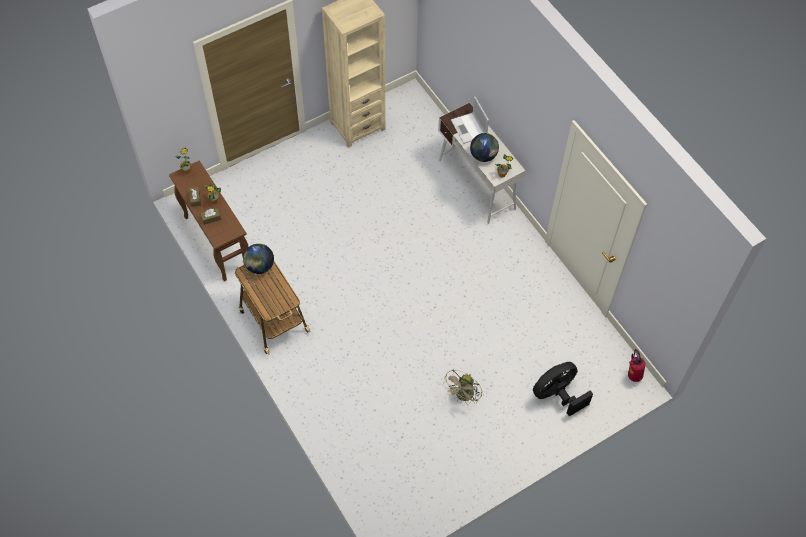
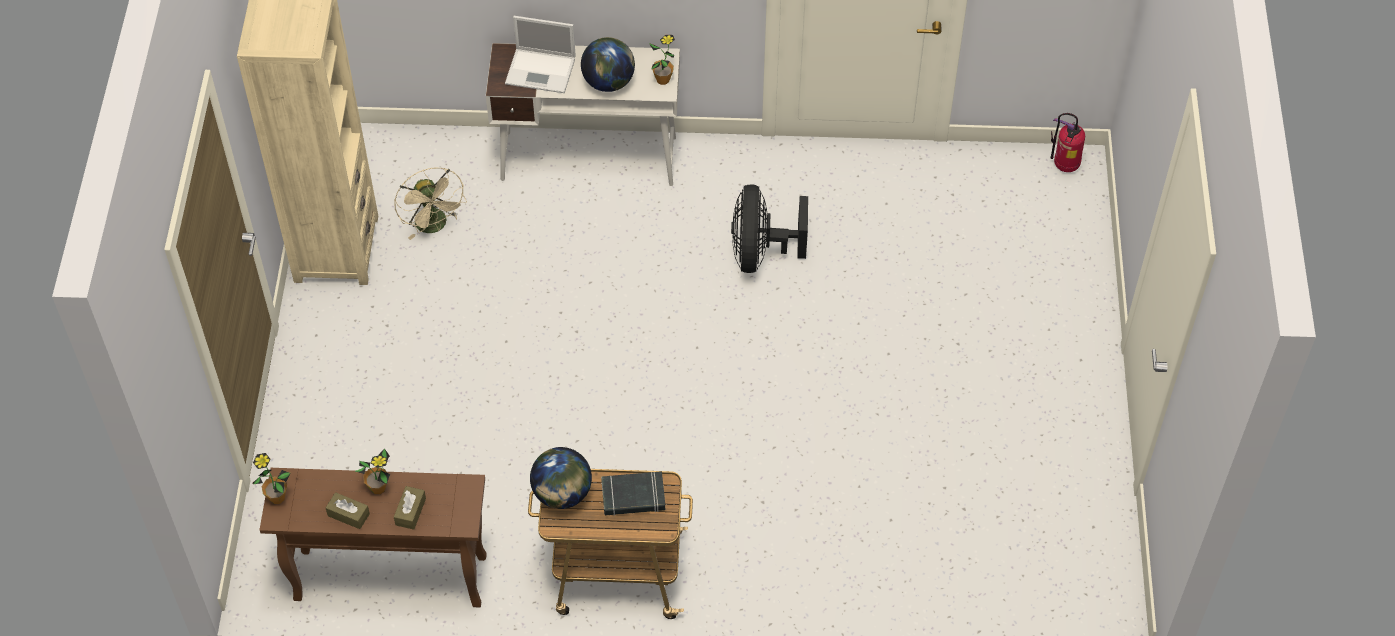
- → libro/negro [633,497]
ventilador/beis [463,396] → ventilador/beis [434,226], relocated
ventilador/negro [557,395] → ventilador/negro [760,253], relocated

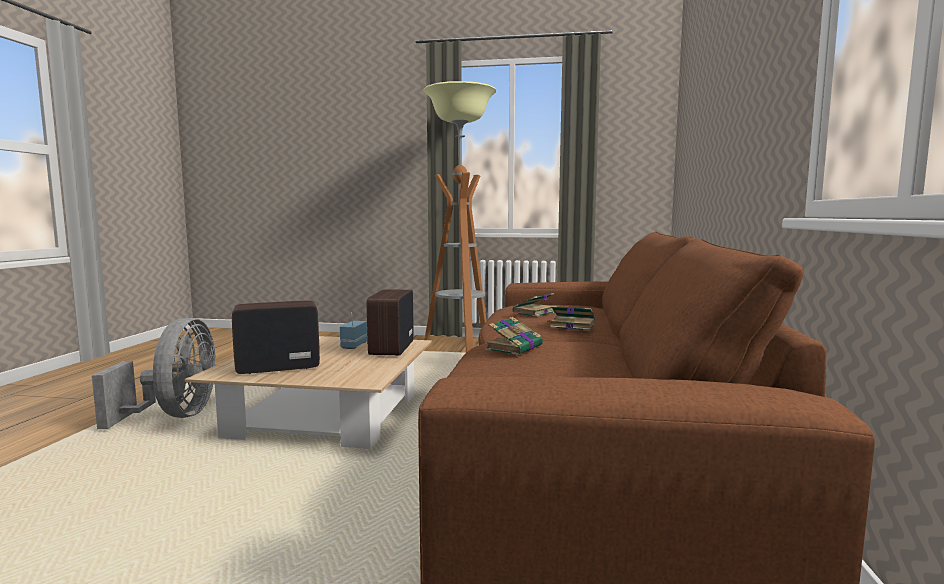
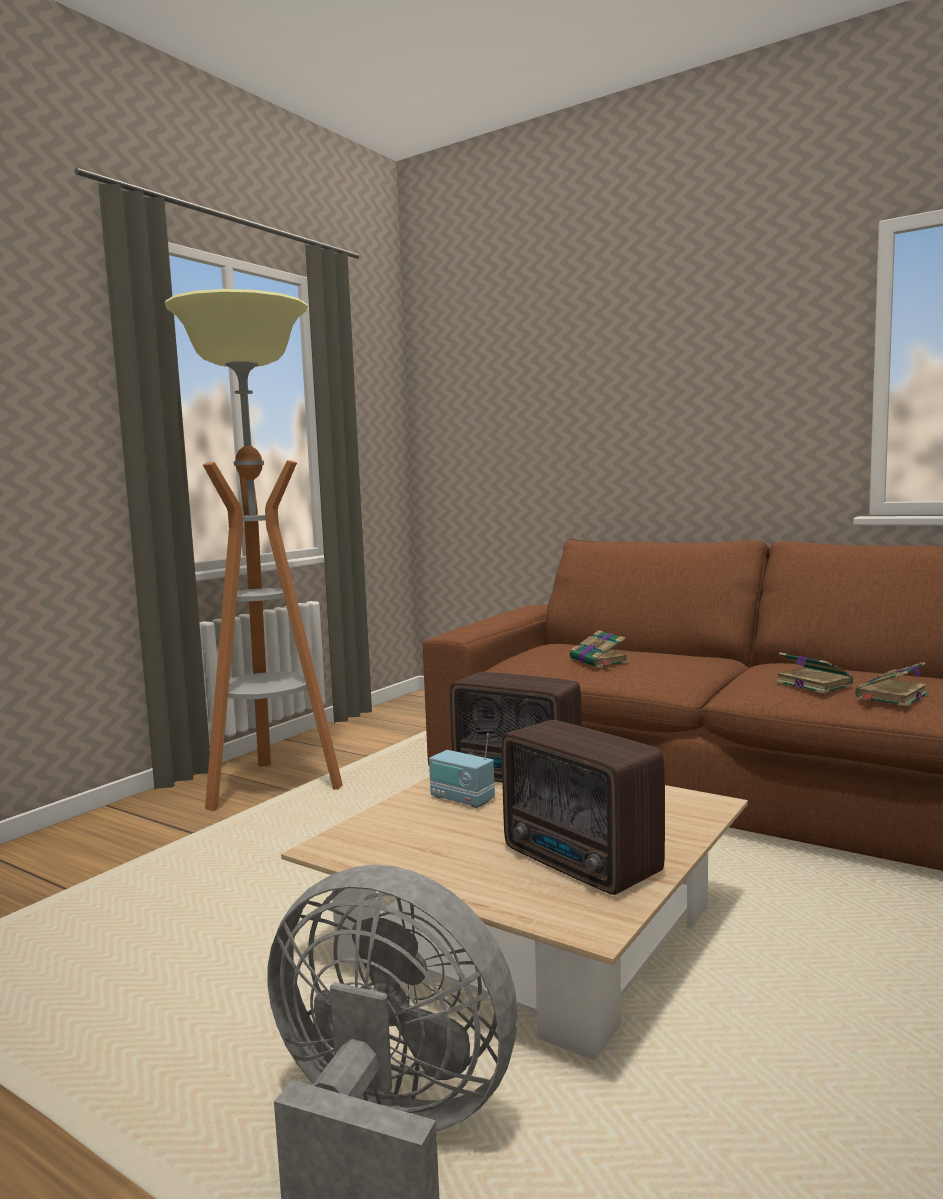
libro [571,326] → libro [891,696], relocated
radio [276,368] → radio [581,865], 45 degrees counterclockwise

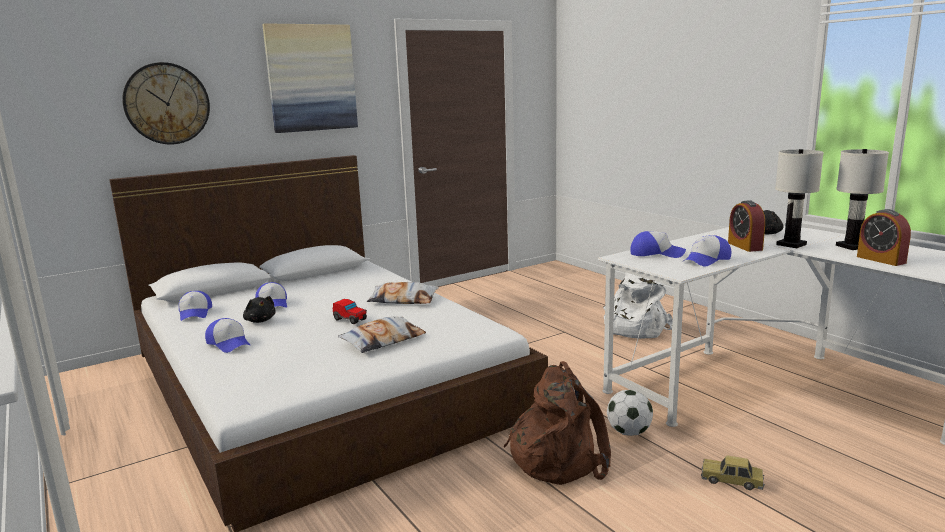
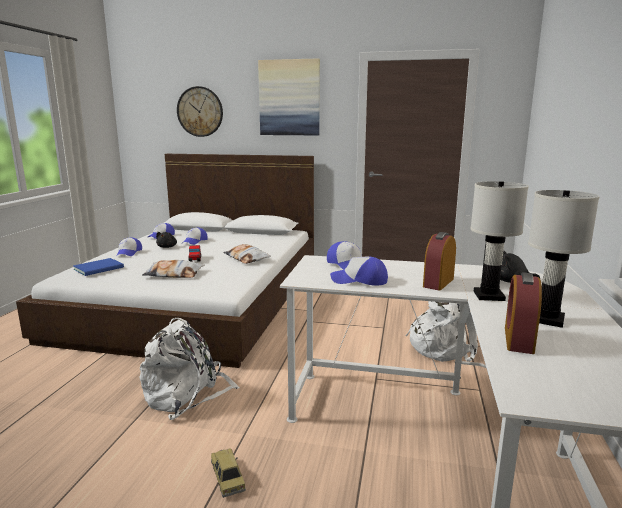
balón de fútbol [628,432] → -
- → libro/azul [100,268]
mochila/marrón [558,457] → mochila/blanco [187,394]

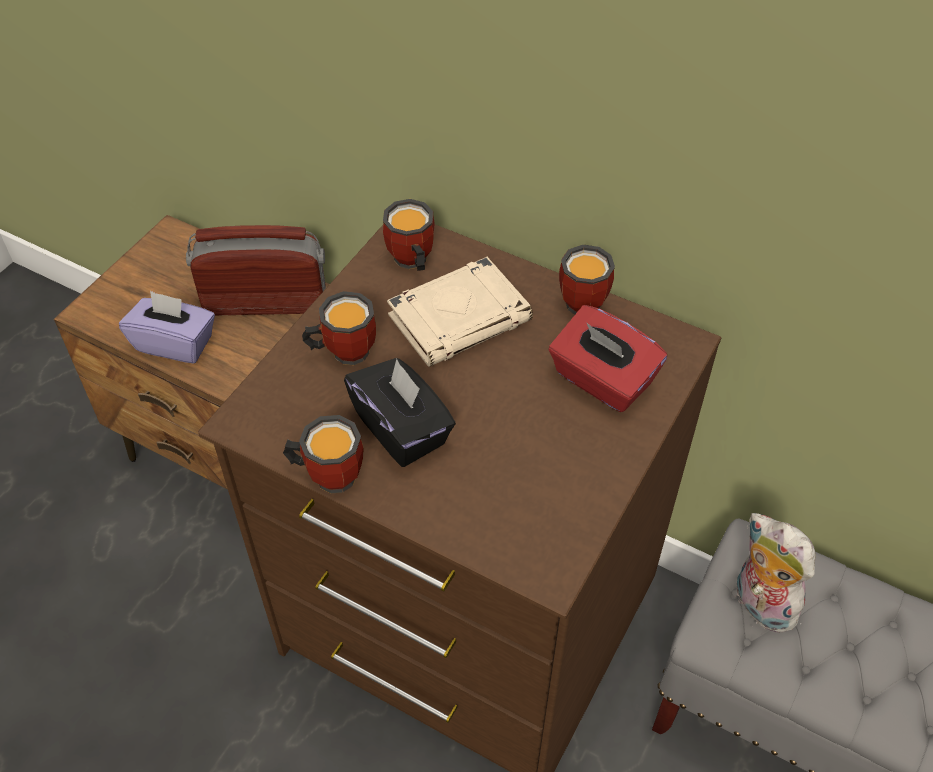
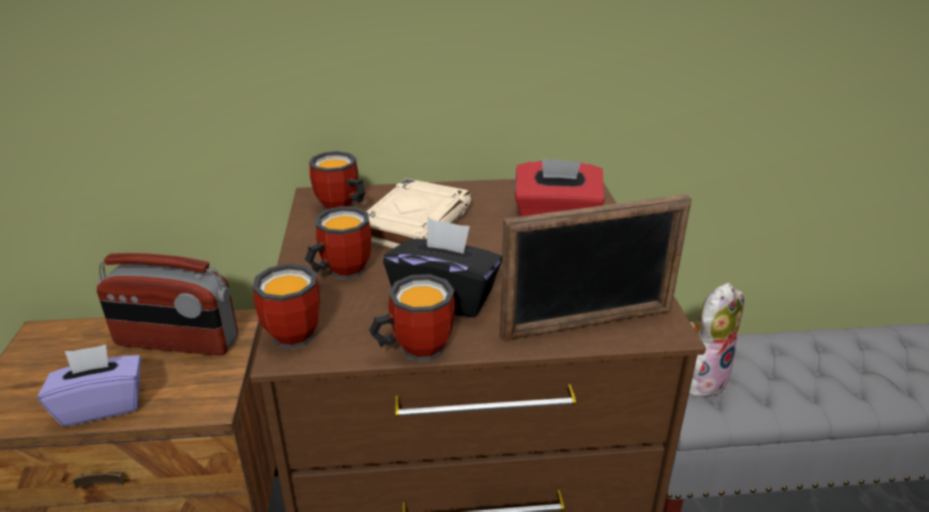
- → portarretratos [587,324]
taza grande [586,298] → taza grande [294,330], relocated
radio [265,302] → radio [177,342], 135 degrees counterclockwise
peluche [759,604] → peluche [701,378], 120 degrees clockwise

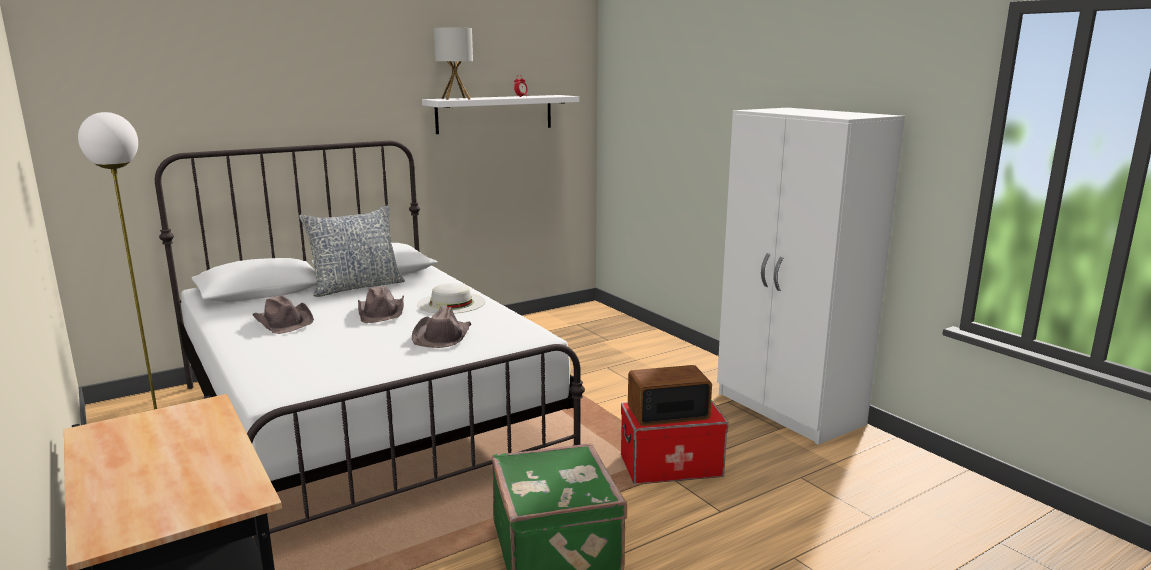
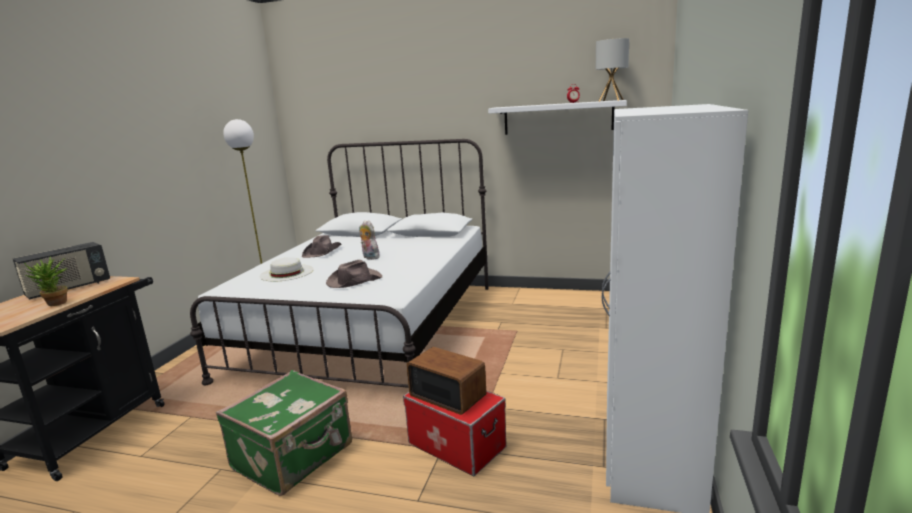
cojín [356,287] → -
- → radio [68,289]
- → planta en maceta [56,304]
sombrero/blanco [451,303] → sombrero/blanco [286,273], relocated
lámpara de mesa [455,99] → lámpara de mesa [610,100], relocated
sombrero/marrón [382,312] → peluche [369,257]

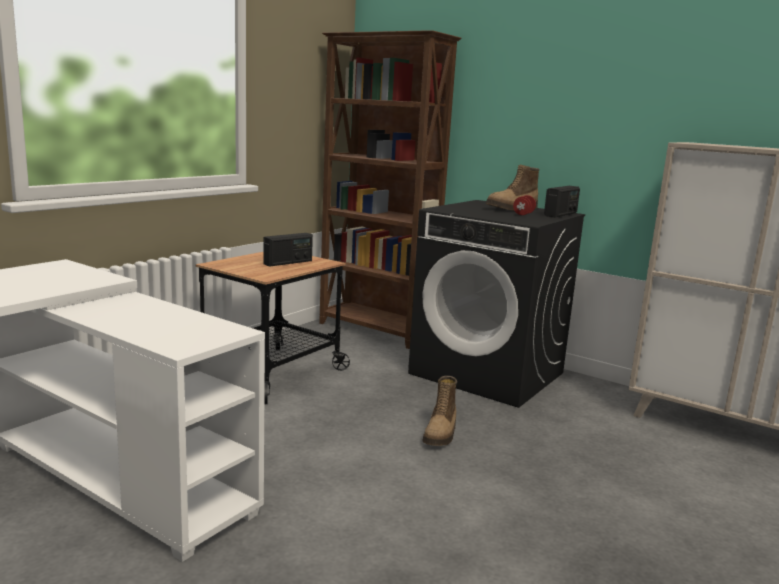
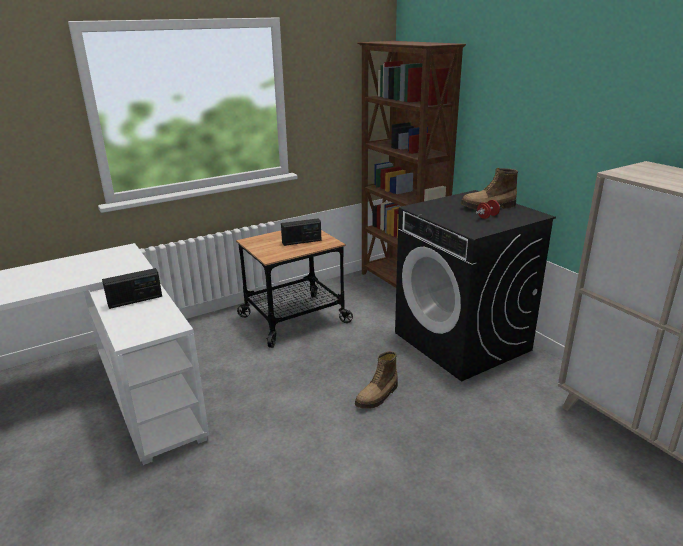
radio [561,214] → radio [135,300], relocated

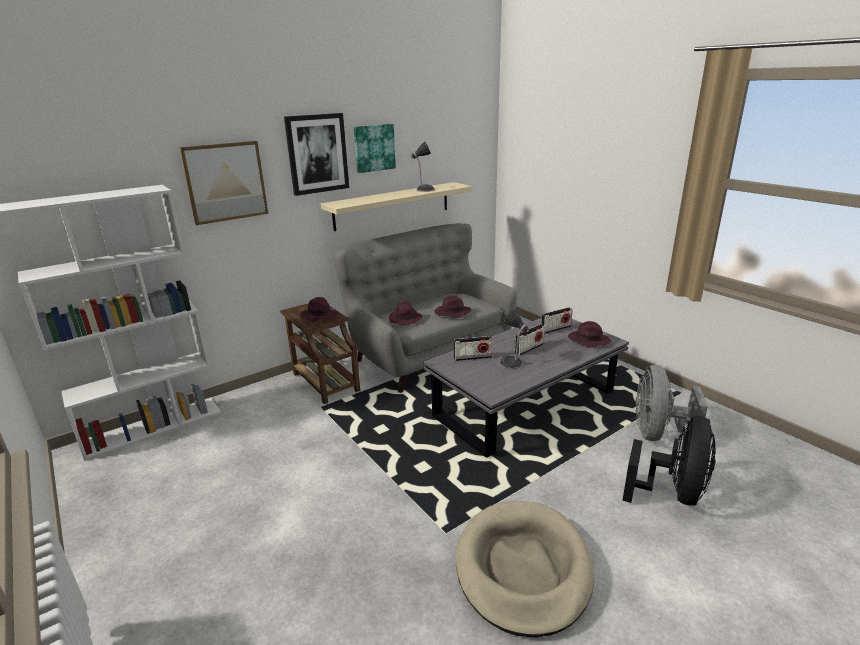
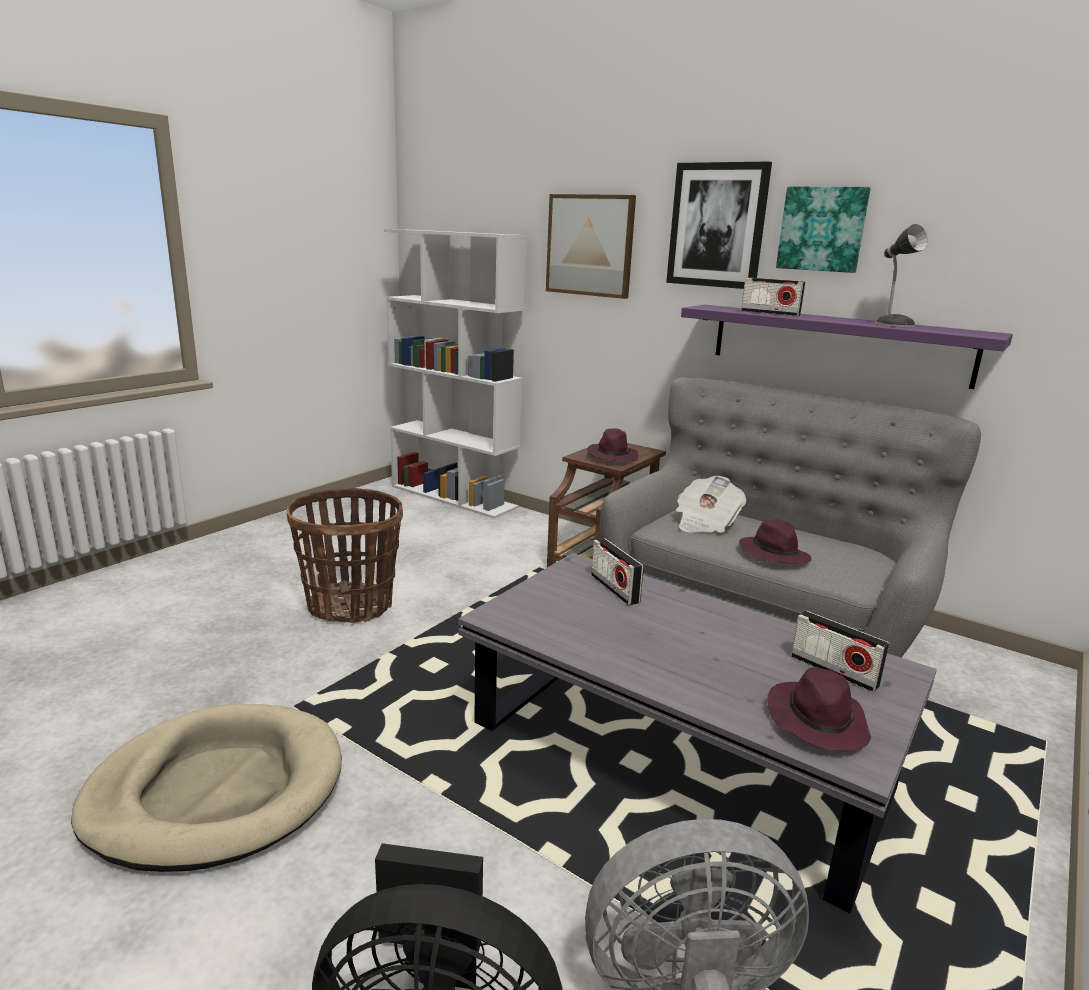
lámpara de mesa [512,364] → -
- → cesta [350,605]
radio [529,348] → radio [770,313], relocated
sombrero/morado [405,319] → periódico [705,523]
estante/beis [393,205] → estante/morado [838,344]

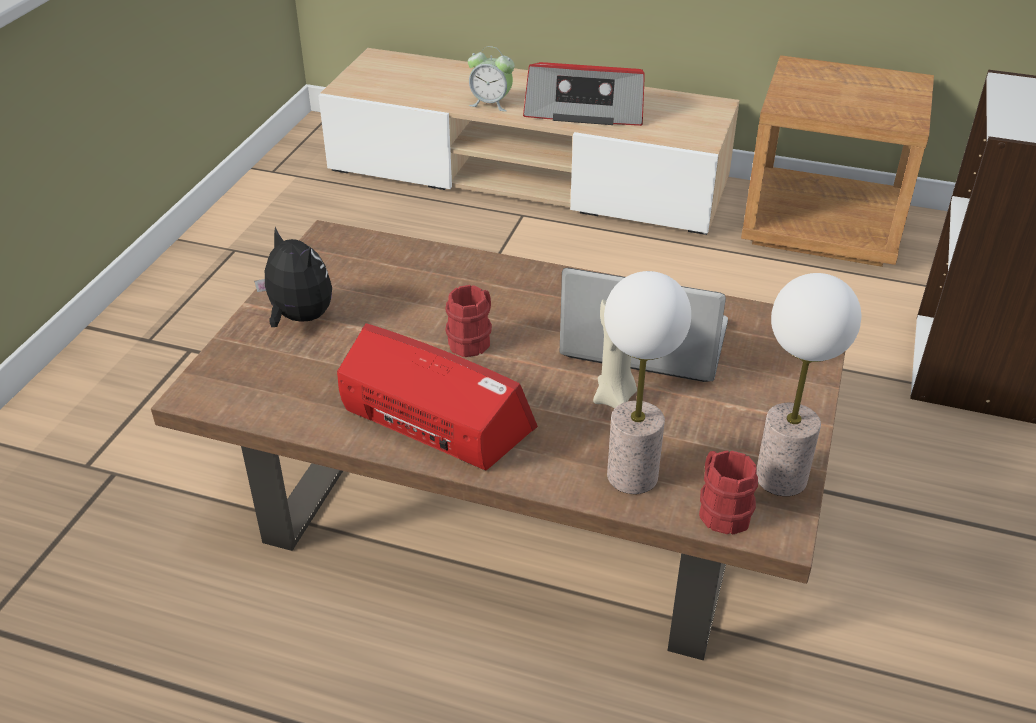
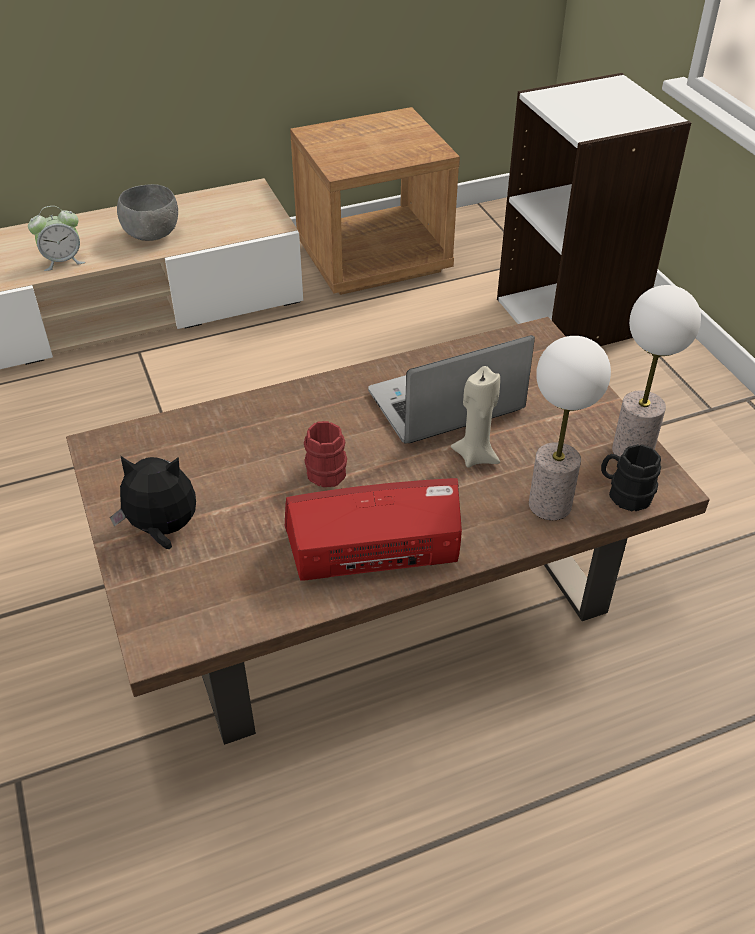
radio [585,110] → cuenco/gris [152,234]
taza grande/rojo [720,509] → taza grande/negro [624,494]

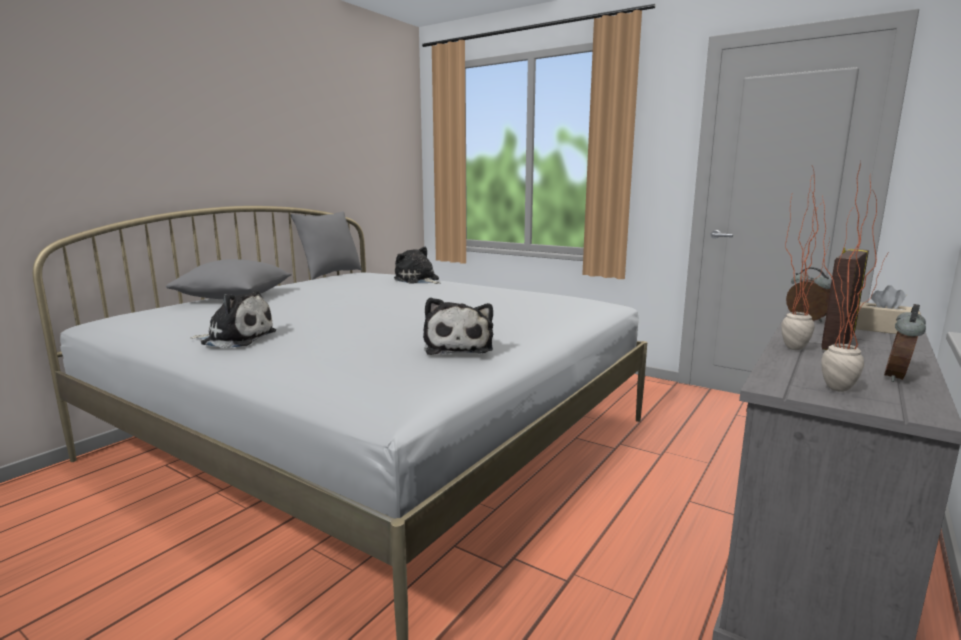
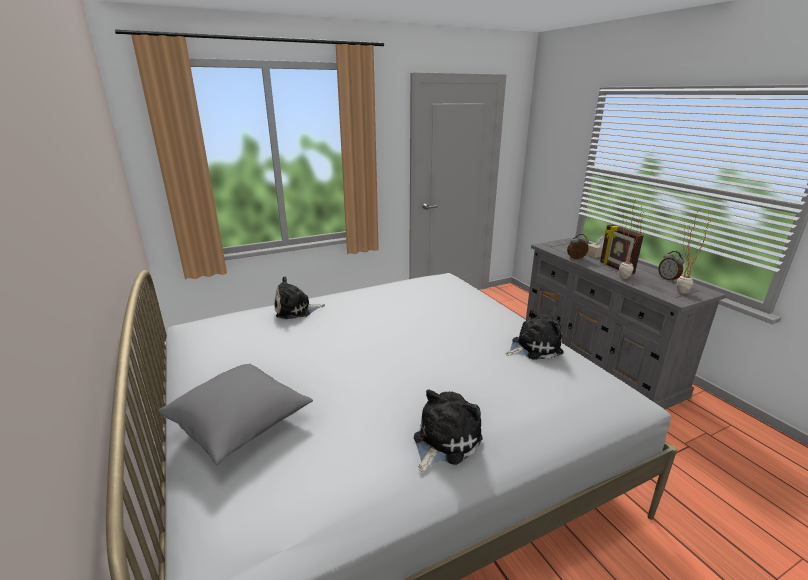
cojín/gris [330,274] → -
peluche [458,347] → peluche [533,347], 45 degrees counterclockwise

